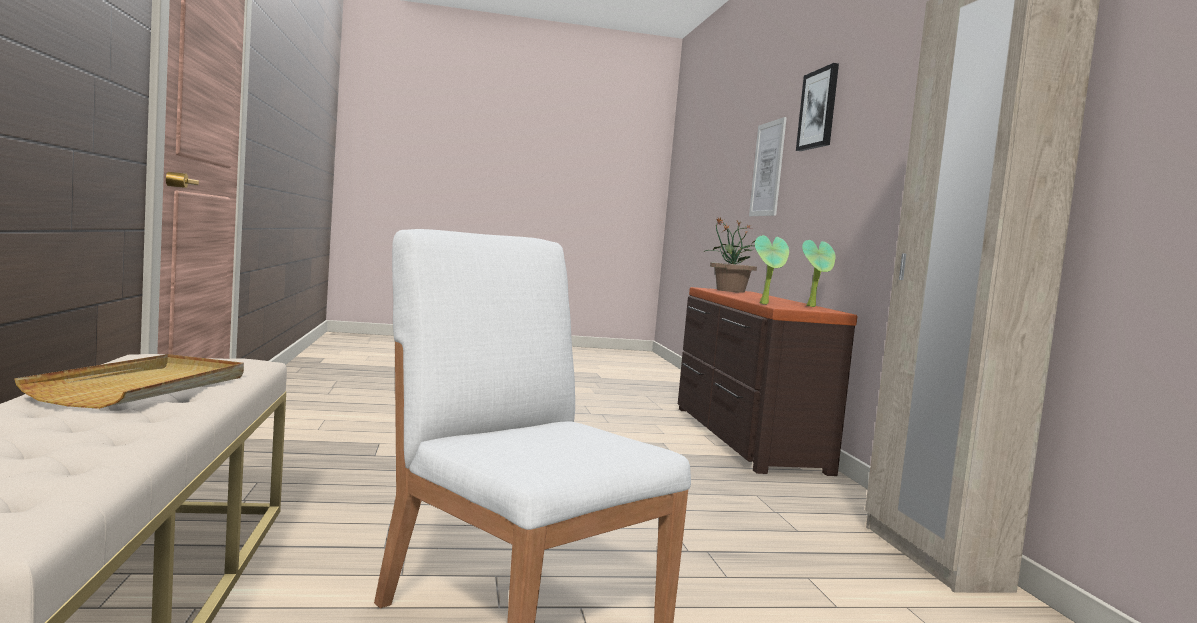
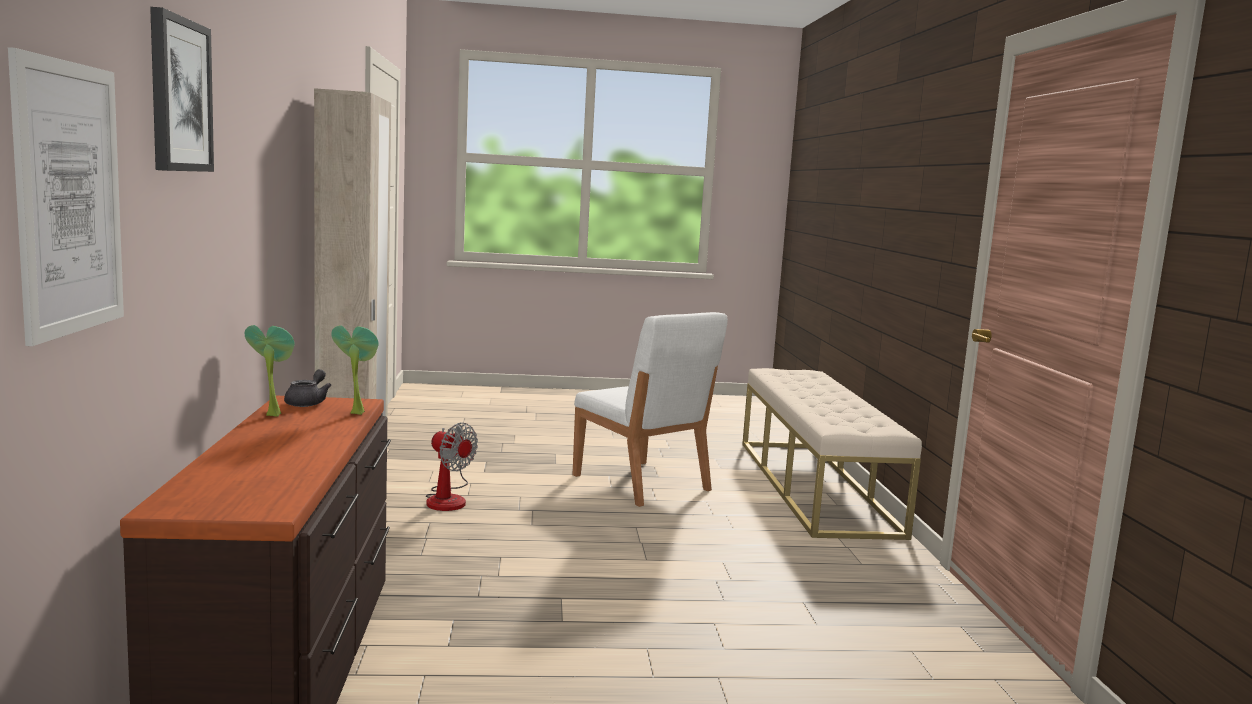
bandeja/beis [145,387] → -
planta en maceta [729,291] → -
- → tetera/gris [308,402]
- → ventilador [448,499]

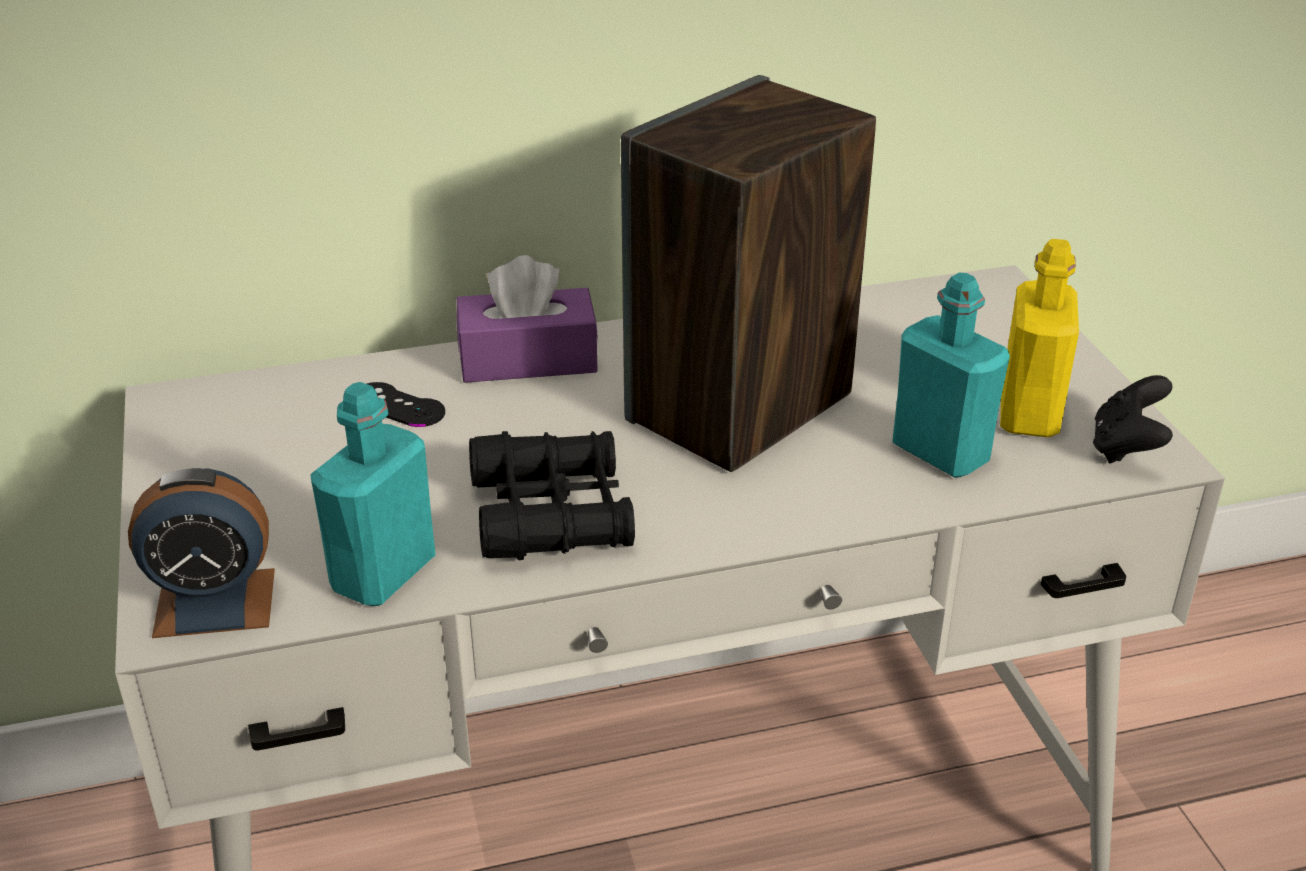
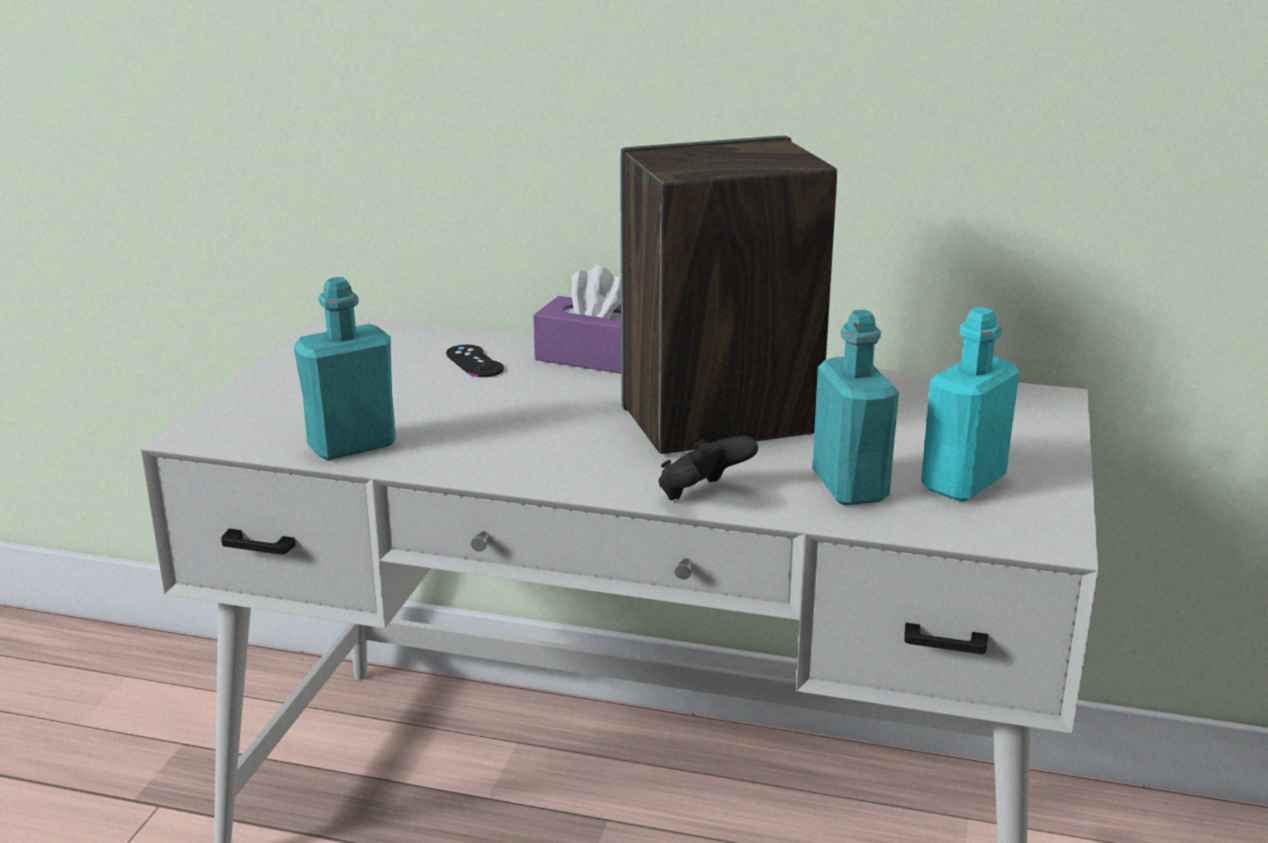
despertador [215,603] → -
prismáticos/negro [552,513] → -
mando de consola/negro [1126,448] → mando de consola/negro [702,495], relocated
botella/amarillo [1029,414] → botella/turquesa [963,483]

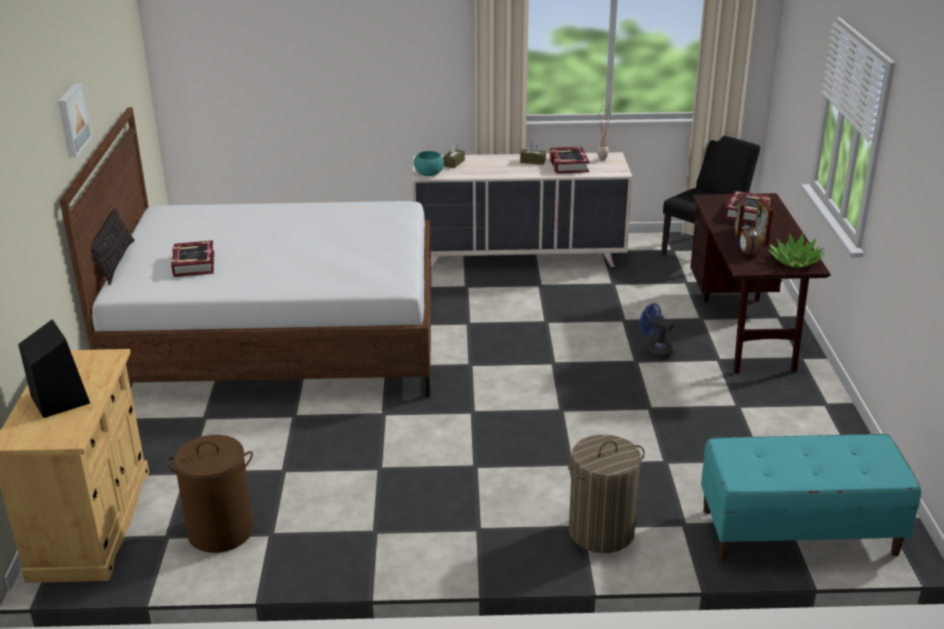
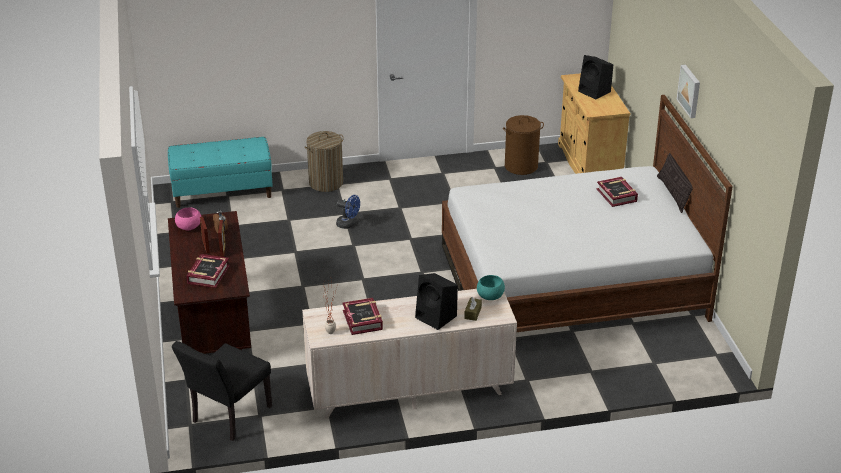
caja de pañuelos/marrón [533,161] → -
- → altavoz/negro [437,317]
ventilador/azul [654,351] → ventilador/azul [348,224], relocated
planta en maceta [794,261] → cuenco/rosa [189,226]

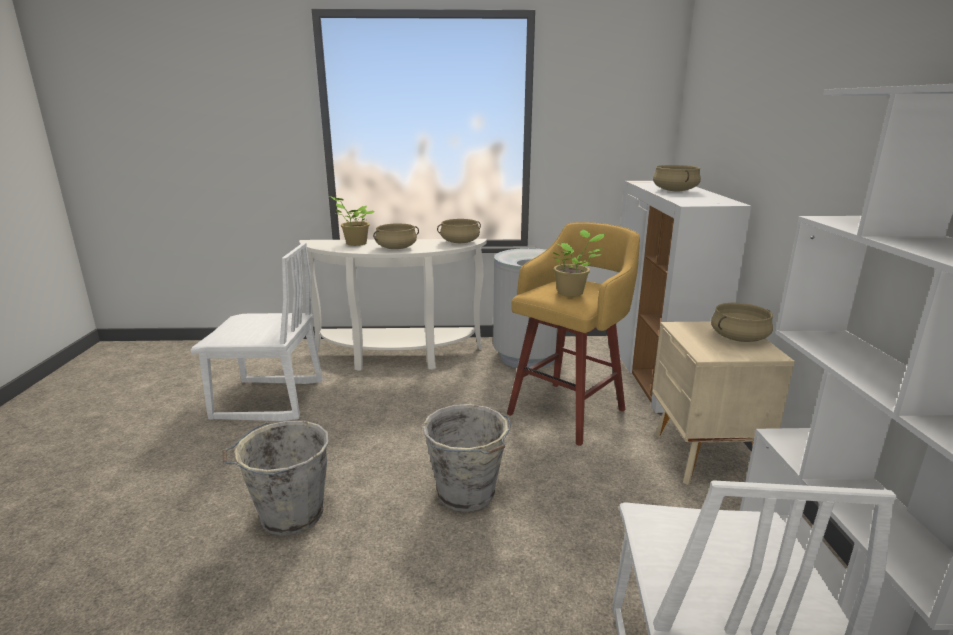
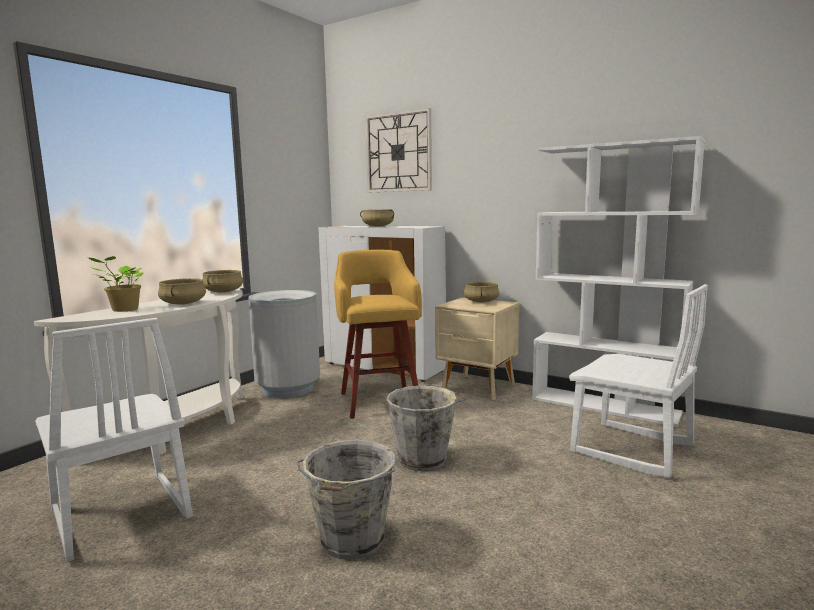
planta en maceta [572,293] → -
- → reloj de pared [398,152]
silla/blanco [268,401] → silla/blanco [119,515], 105 degrees clockwise

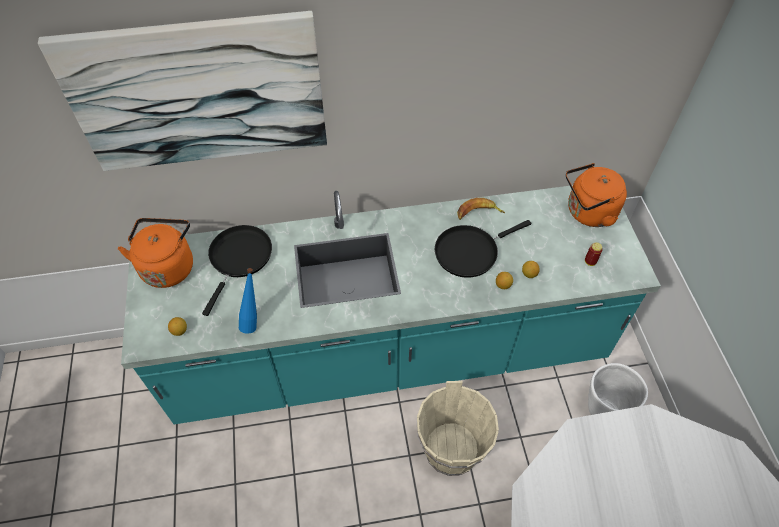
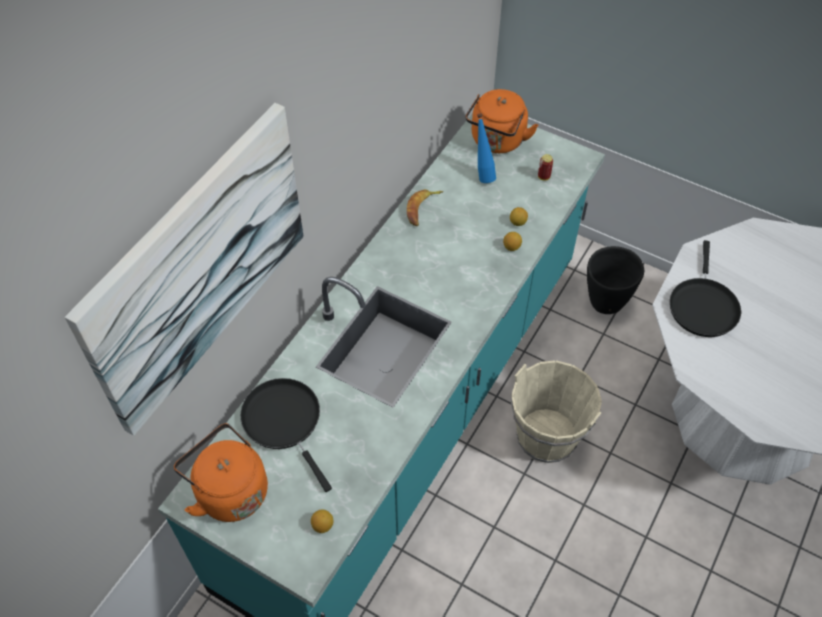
botella/azul [253,321] → botella/azul [482,174], relocated
sartén/negro [470,252] → sartén/negro [702,306], relocated
maceta/blanco [603,410] → maceta/negro [605,302]

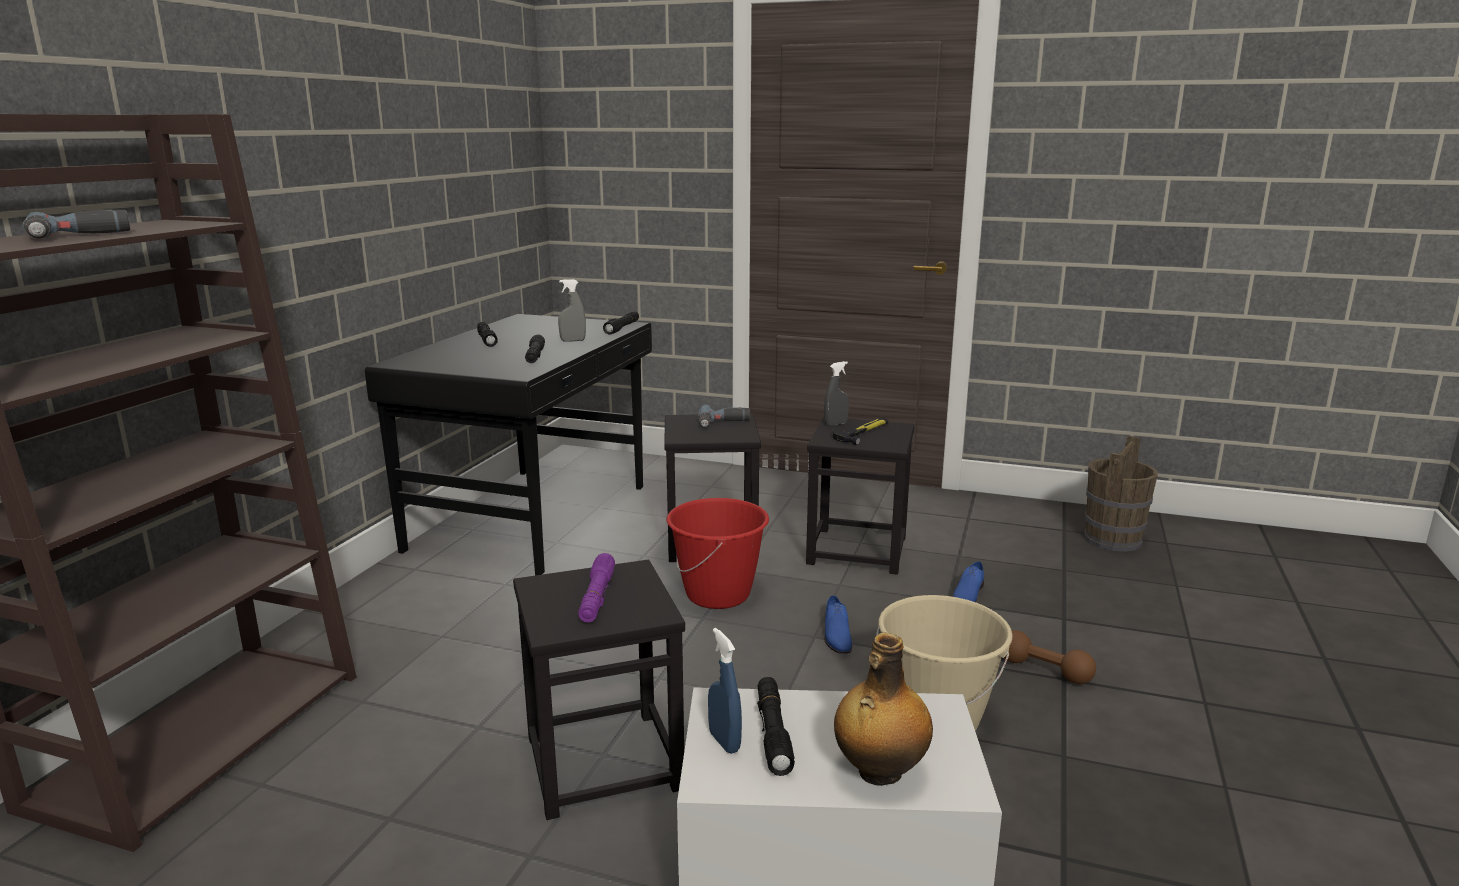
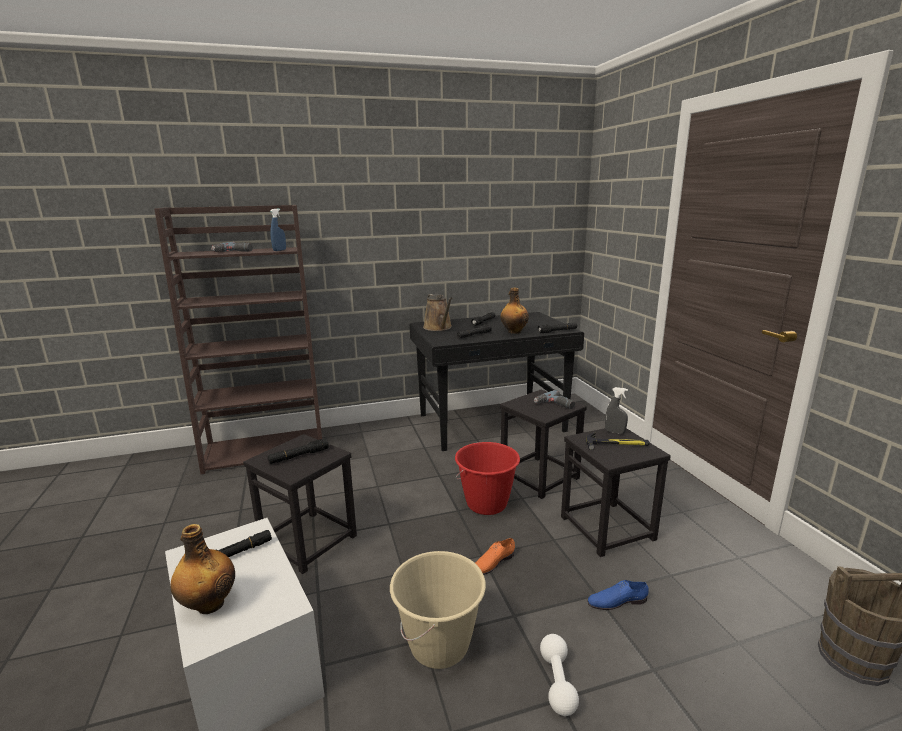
- → regadera/marrón [438,328]
pulverizador/azul [724,742] → pulverizador/azul [279,250], relocated
pulverizador/gris [573,340] → botella [514,332]
linterna/morado [597,597] → linterna/negro [299,456]
zapato/azul [836,635] → zapato/naranja [492,562]
mancuerna/marrón [1044,670] → mancuerna/blanco [557,682]

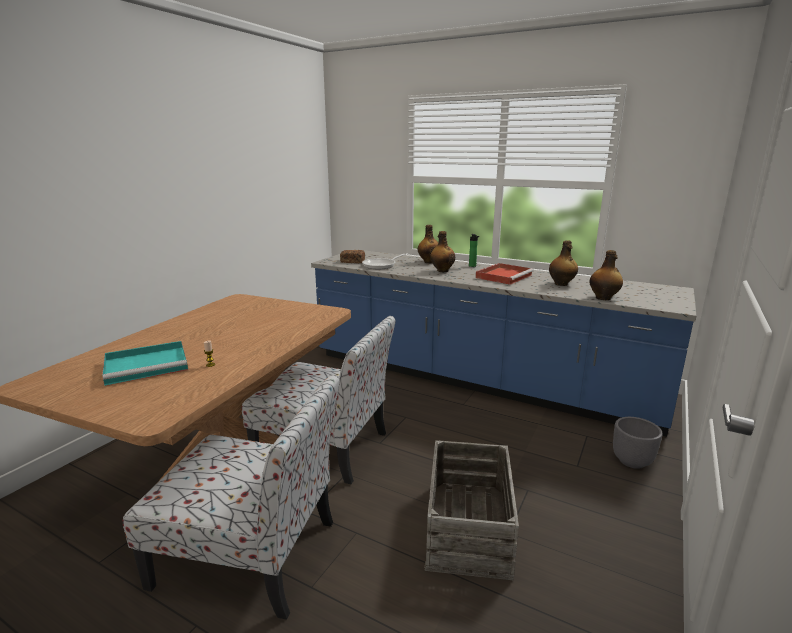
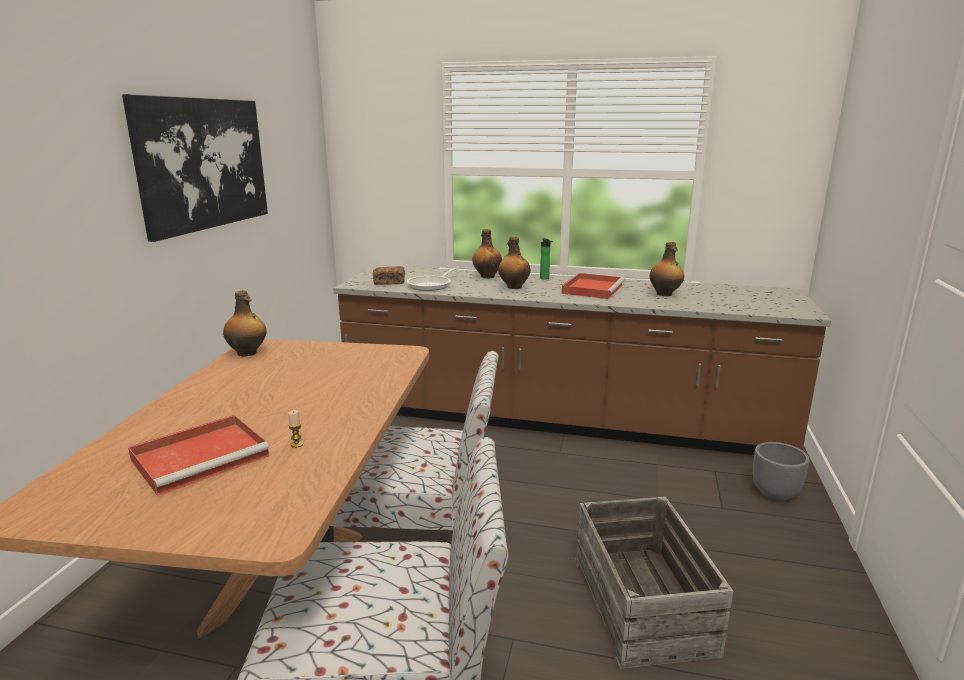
- → cuadro [203,163]
botella [603,298] → botella [247,353], relocated
bandeja/turquesa [148,365] → bandeja/rojo [203,456]
mueble bajo de cocina/azul [477,379] → mueble bajo de cocina/marrón [560,419]

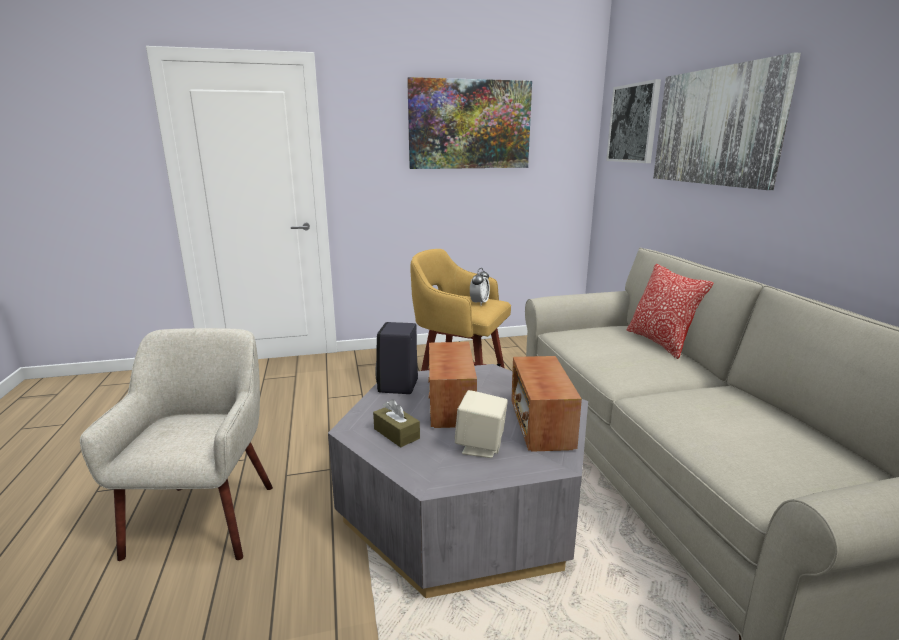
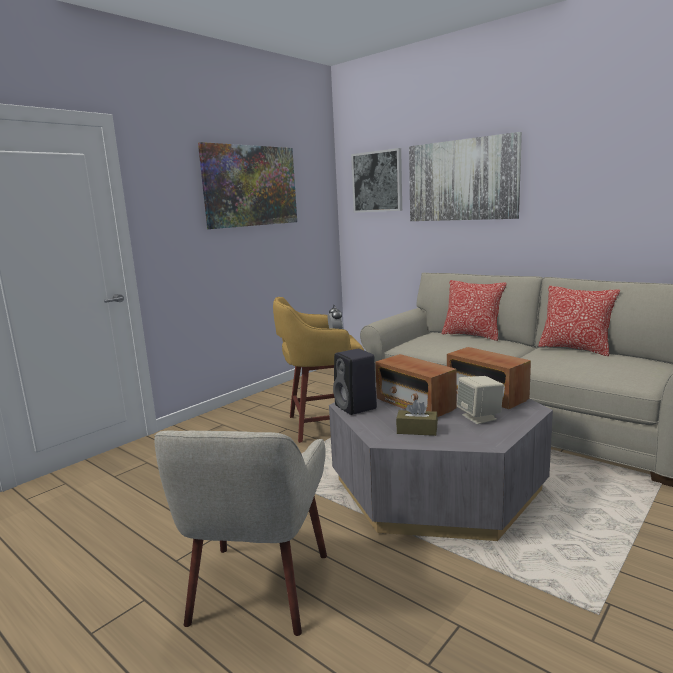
- → cojín [575,349]
sillón/beis [205,518] → sillón/beis [258,588], 135 degrees counterclockwise

